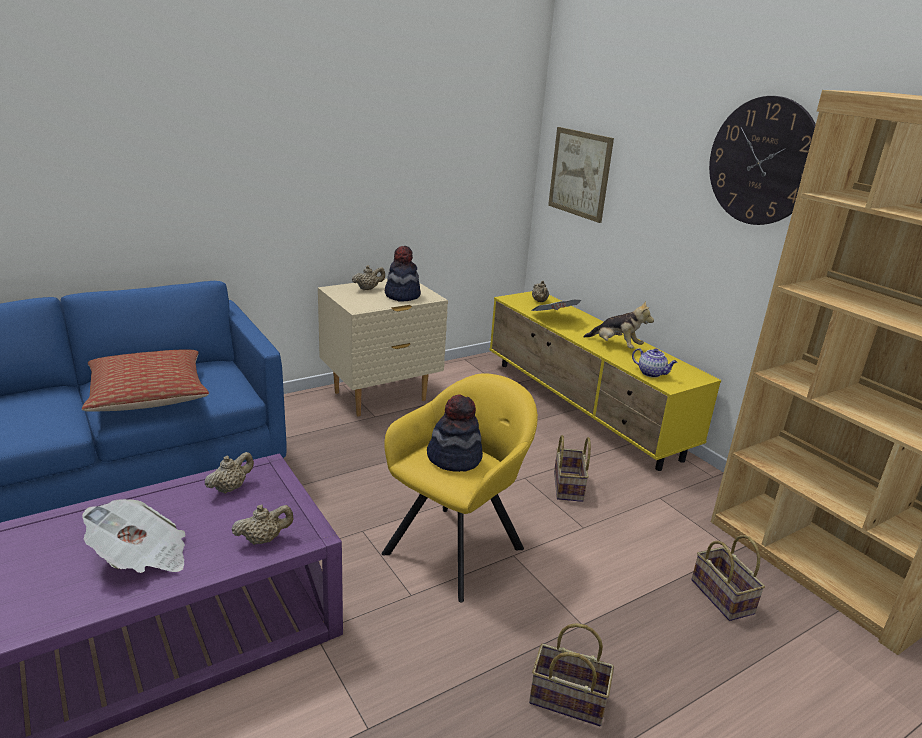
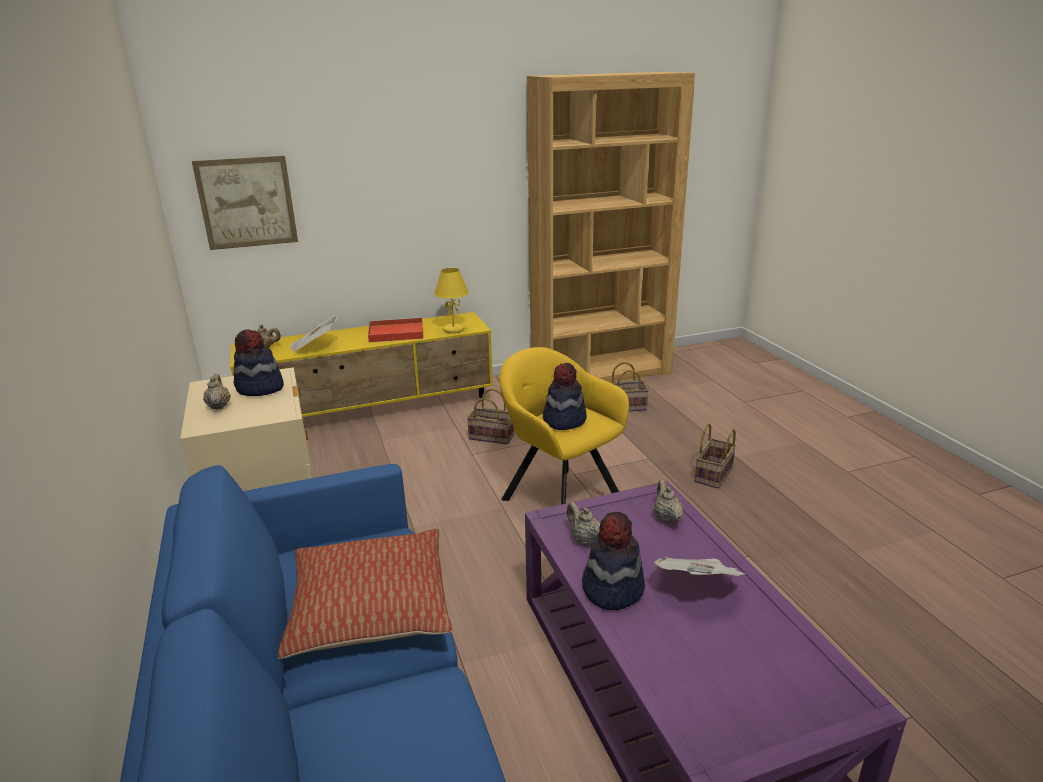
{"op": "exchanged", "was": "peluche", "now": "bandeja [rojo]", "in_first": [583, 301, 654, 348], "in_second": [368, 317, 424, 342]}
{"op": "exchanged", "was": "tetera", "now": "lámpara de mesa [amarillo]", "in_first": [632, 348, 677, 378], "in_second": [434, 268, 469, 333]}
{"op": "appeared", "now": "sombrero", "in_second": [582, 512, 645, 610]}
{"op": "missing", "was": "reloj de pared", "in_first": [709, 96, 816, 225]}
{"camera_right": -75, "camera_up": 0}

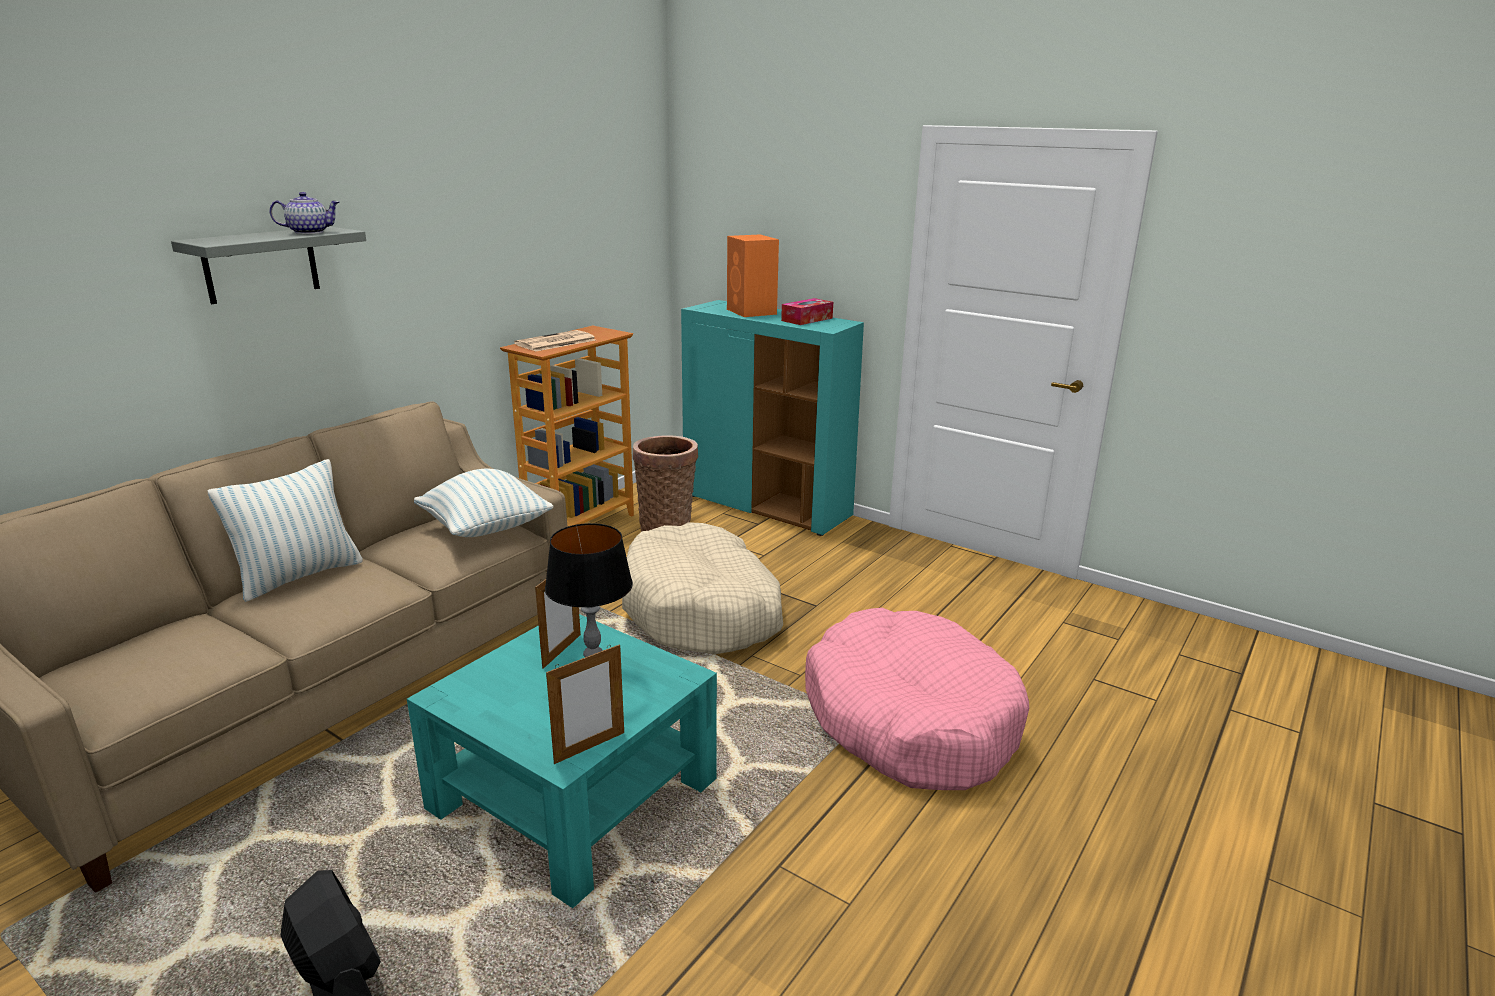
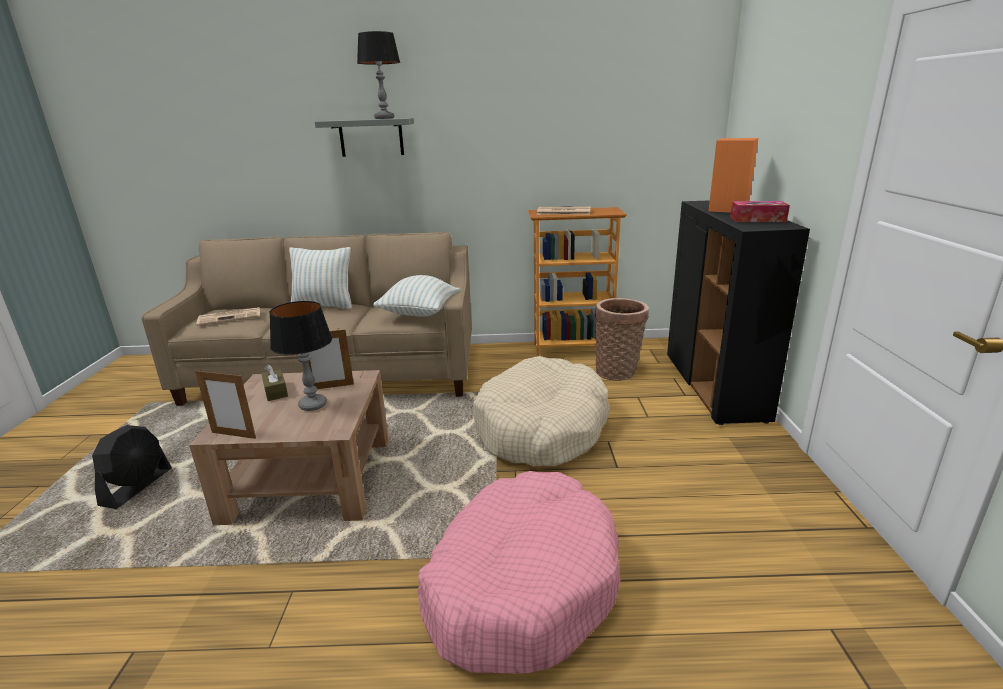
{"op": "colour", "was": "mesa de centro [turquesa]", "now": "mesa de centro [marrón]", "in_first": [407, 614, 717, 908], "in_second": [189, 370, 389, 525]}
{"op": "appeared", "now": "periódico", "in_second": [197, 307, 260, 326]}
{"op": "appeared", "now": "caja de pañuelos [marrón]", "in_second": [261, 364, 288, 401]}
{"op": "exchanged", "was": "tetera", "now": "lámpara de mesa", "in_first": [269, 192, 340, 234], "in_second": [357, 31, 400, 119]}
{"op": "colour", "was": "armario [turquesa]", "now": "armario [negro]", "in_first": [681, 300, 864, 536], "in_second": [667, 200, 810, 425]}
{"camera_right": 55, "camera_up": 0}

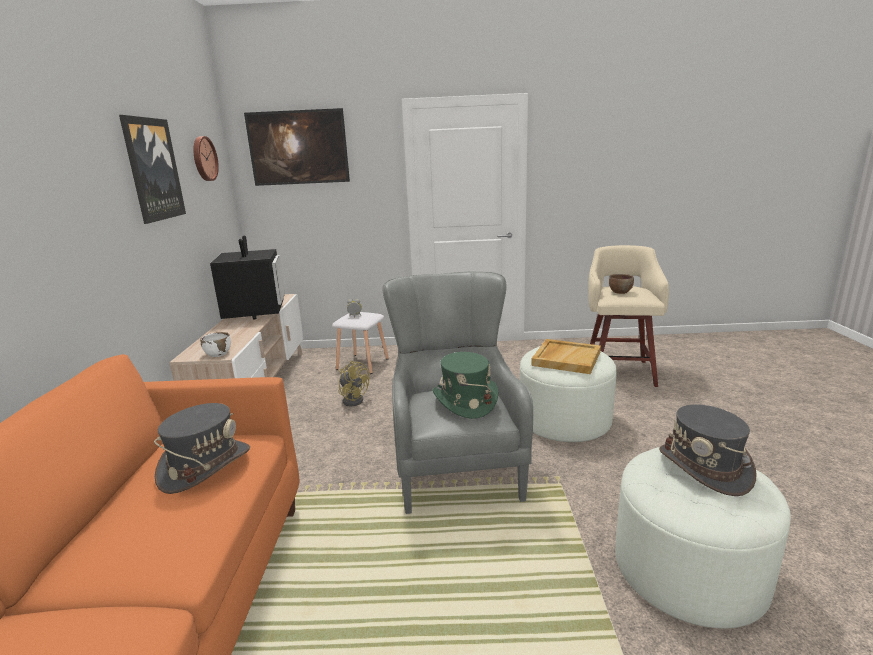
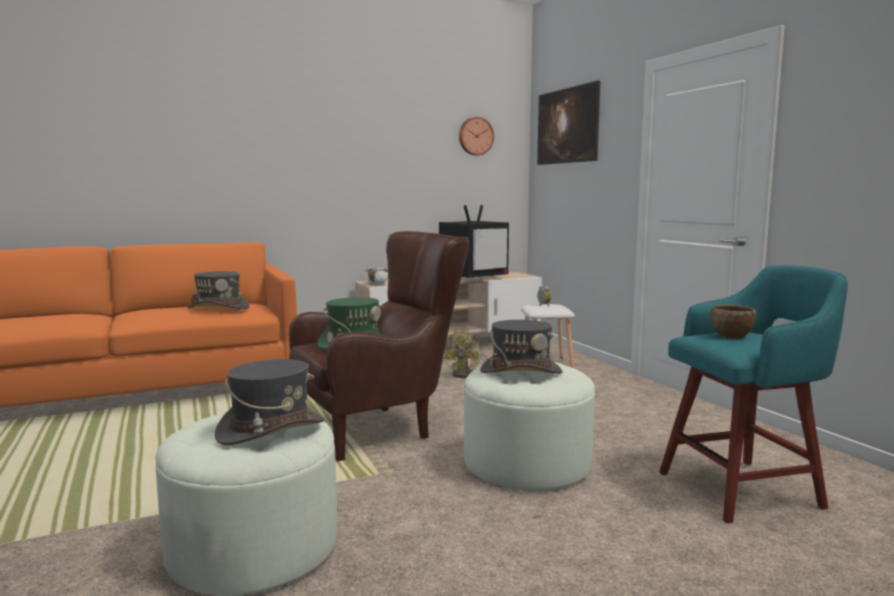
{"op": "colour", "was": "sillón [gris]", "now": "sillón [marrón]", "in_first": [382, 271, 533, 514], "in_second": [289, 231, 469, 461]}
{"op": "exchanged", "was": "bandeja [beis]", "now": "sombrero [gris]", "in_first": [531, 339, 601, 374], "in_second": [480, 320, 562, 374]}
{"op": "colour", "was": "taburete [beis]", "now": "taburete [turquesa]", "in_first": [588, 245, 669, 387], "in_second": [659, 265, 848, 524]}
{"op": "missing", "was": "cuadro", "in_first": [119, 115, 186, 224]}
{"camera_right": 65, "camera_up": -10}

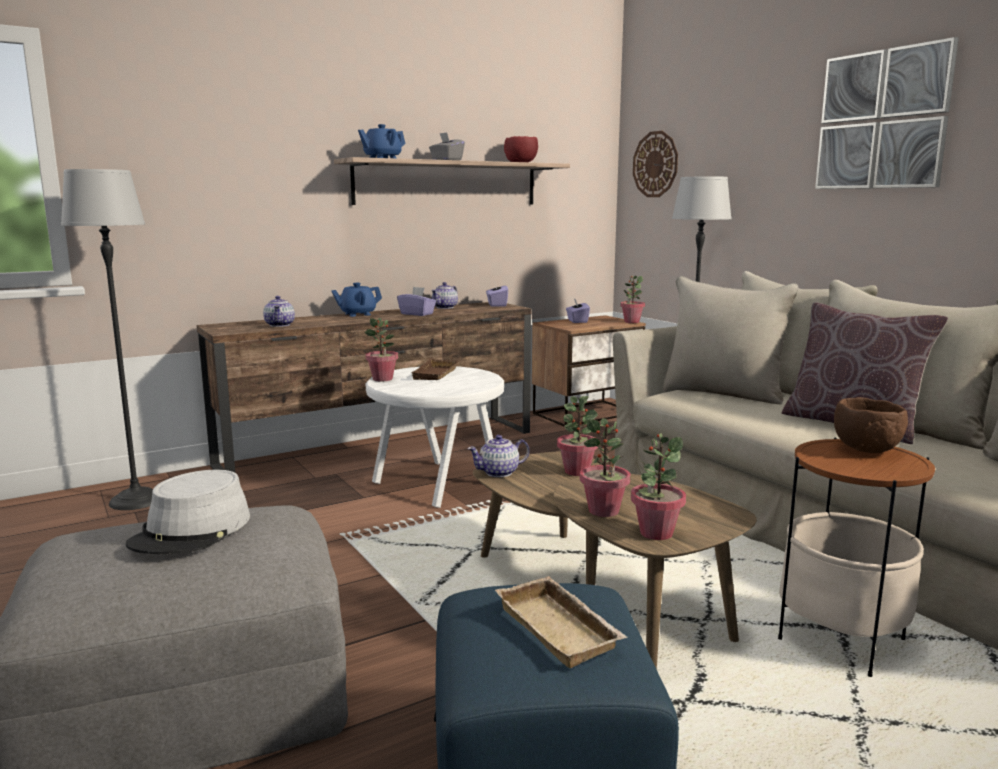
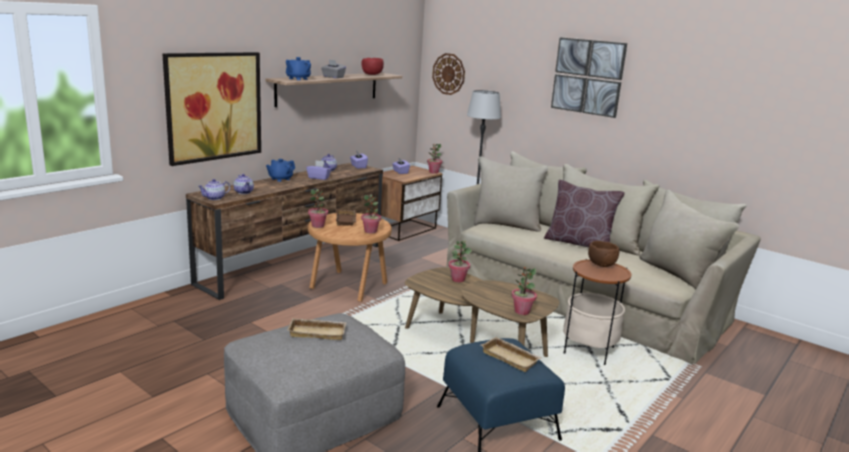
{"op": "appeared", "now": "cuadro", "in_second": [163, 52, 261, 166]}
{"op": "relocated", "was": "tetera", "in_first": [467, 435, 530, 477], "in_second": [198, 179, 230, 200]}
{"op": "exchanged", "was": "sombrero [gris]", "now": "bandeja [beis]", "in_first": [126, 470, 250, 554], "in_second": [287, 318, 347, 340]}
{"op": "colour", "was": "mesa auxiliar [blanco]", "now": "mesa auxiliar [marrón]", "in_first": [366, 366, 504, 508], "in_second": [308, 213, 392, 302]}
{"op": "relocated", "was": "planta en maceta", "in_first": [580, 418, 631, 517], "in_second": [361, 194, 381, 234]}
{"op": "missing", "was": "lámpara de pie", "in_first": [61, 169, 153, 510]}
{"camera_right": -20, "camera_up": 5}

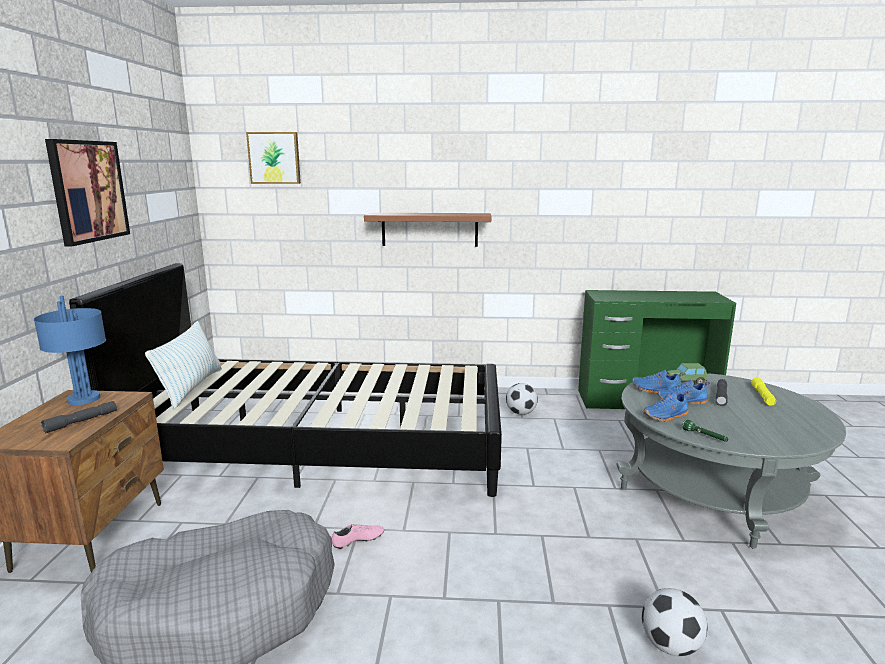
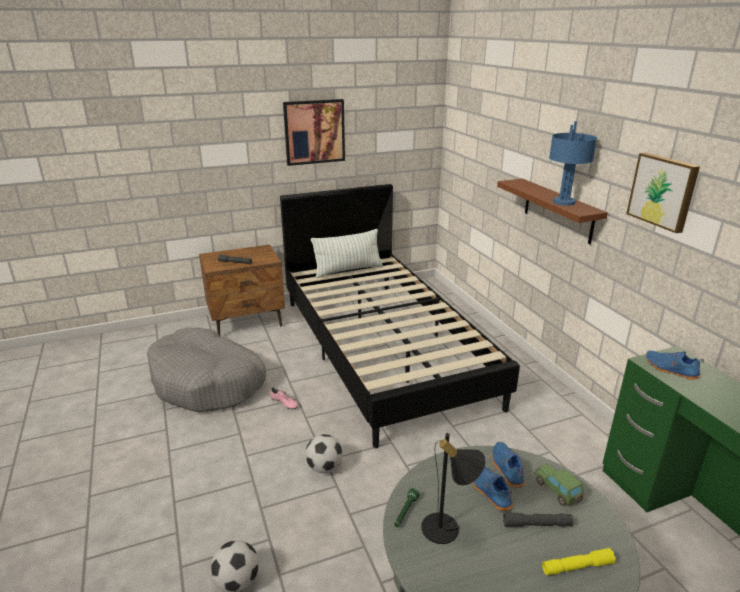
{"op": "relocated", "was": "balón de fútbol", "in_first": [506, 383, 538, 415], "in_second": [305, 434, 343, 473]}
{"op": "appeared", "now": "lámpara de mesa [negro]", "in_second": [421, 433, 486, 544]}
{"op": "relocated", "was": "lámpara de mesa [azul]", "in_first": [34, 296, 106, 405], "in_second": [549, 121, 597, 206]}
{"op": "relocated", "was": "cuadro", "in_first": [246, 132, 301, 184], "in_second": [626, 153, 700, 233]}
{"op": "relocated", "was": "zapato [azul]", "in_first": [643, 391, 688, 422], "in_second": [646, 350, 704, 380]}
{"camera_right": 65, "camera_up": 10}

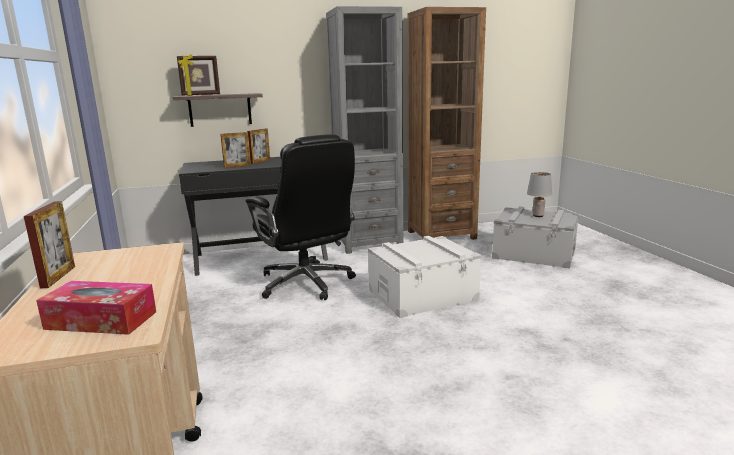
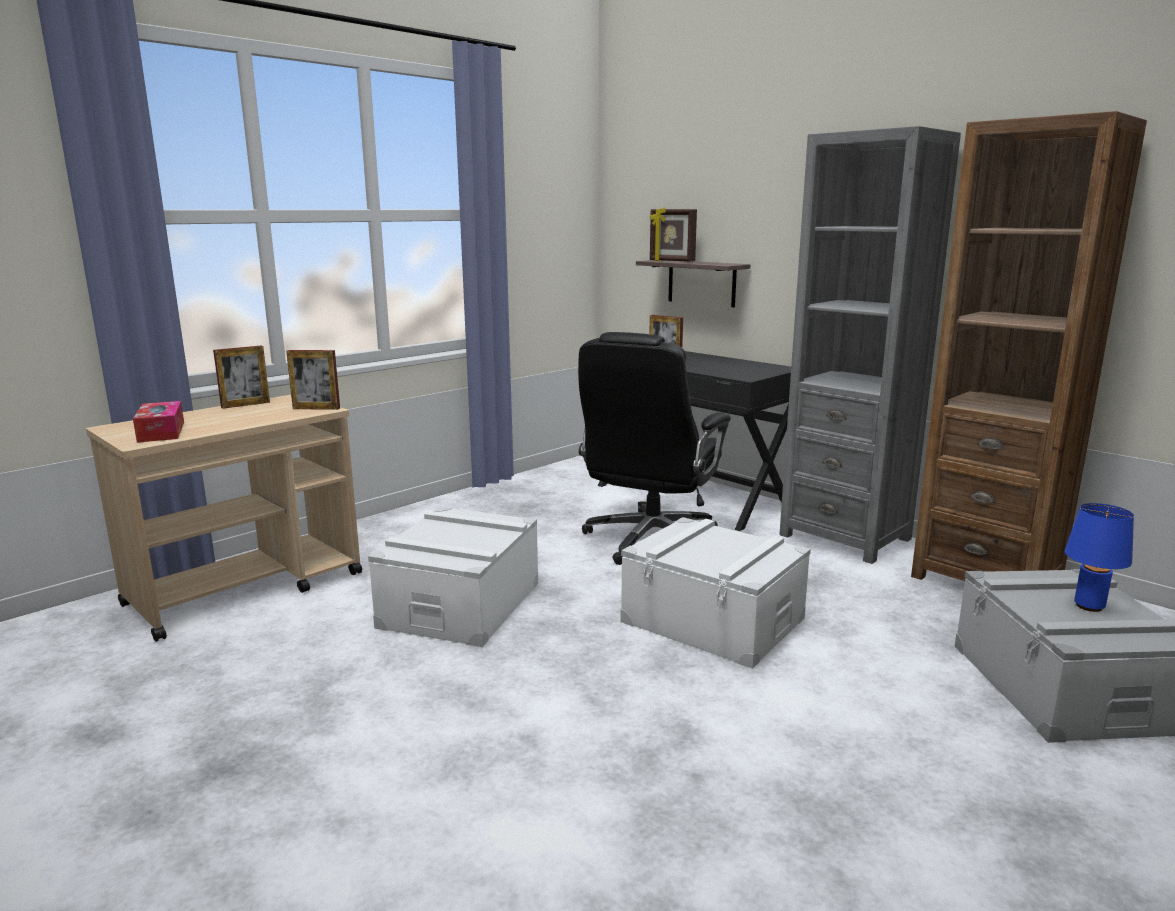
{"op": "relocated", "was": "portarretratos", "in_first": [247, 129, 270, 164], "in_second": [286, 350, 340, 410]}
{"op": "appeared", "now": "caja de almacenaje [blanco]", "in_second": [368, 506, 538, 647]}
{"op": "colour", "was": "lámpara de mesa [gris]", "now": "lámpara de mesa [azul]", "in_first": [527, 172, 552, 217], "in_second": [1065, 503, 1134, 612]}
{"camera_right": 60, "camera_up": 0}

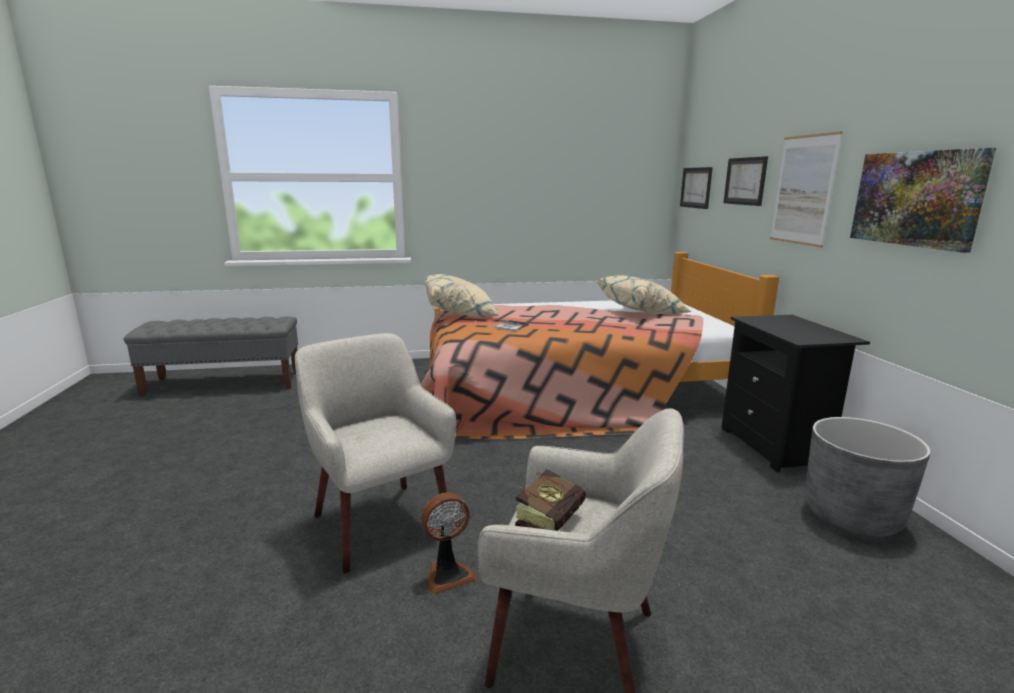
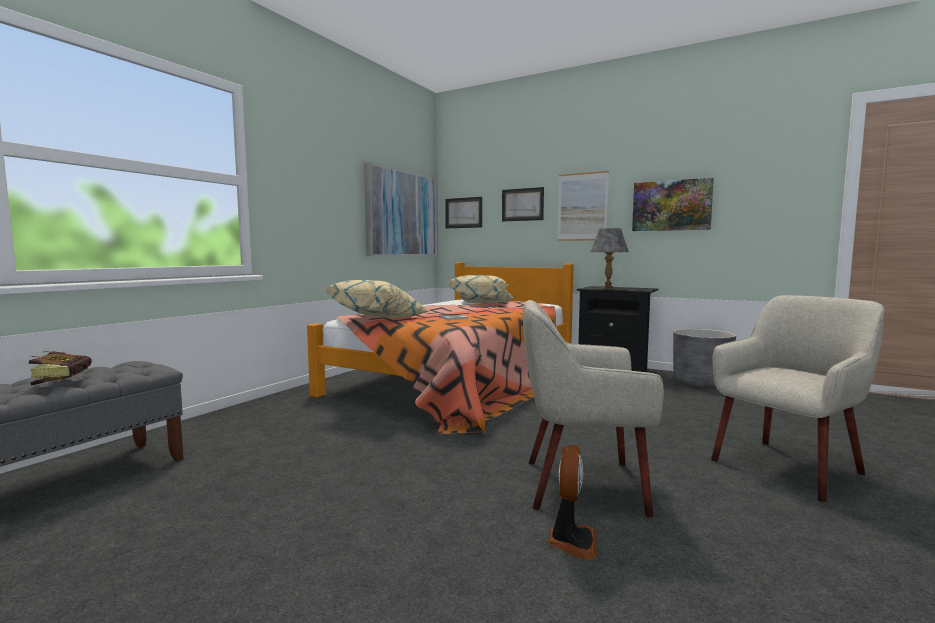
{"op": "relocated", "was": "libro", "in_first": [515, 469, 586, 531], "in_second": [29, 351, 91, 385]}
{"op": "appeared", "now": "cuadro", "in_second": [364, 162, 438, 256]}
{"op": "relocated", "was": "ventilador", "in_first": [421, 492, 477, 594], "in_second": [548, 445, 597, 560]}
{"op": "appeared", "now": "lámpara de mesa [gris]", "in_second": [591, 228, 629, 289]}
{"camera_right": -50, "camera_up": -10}

